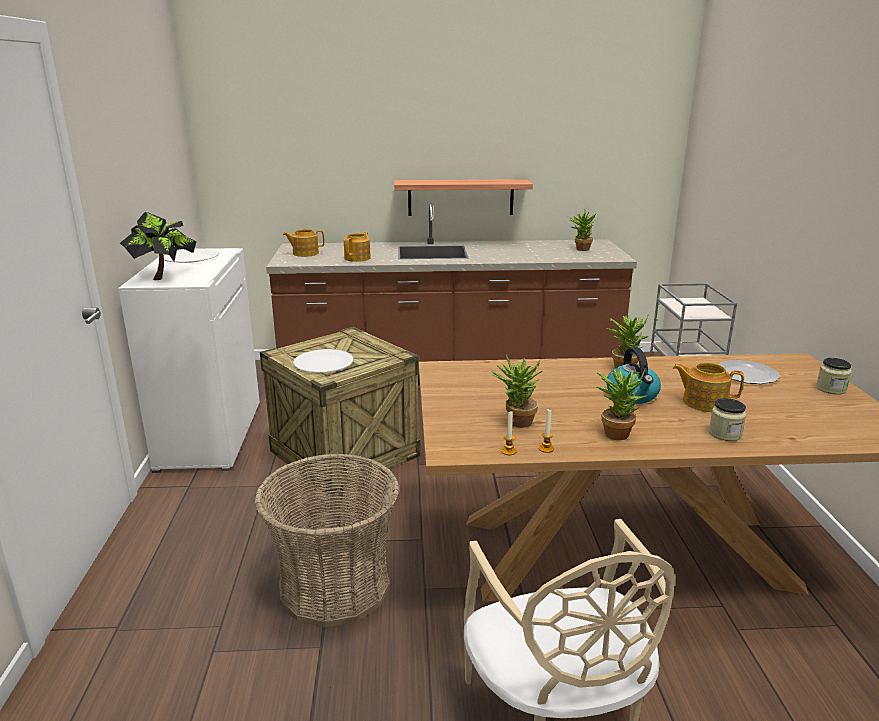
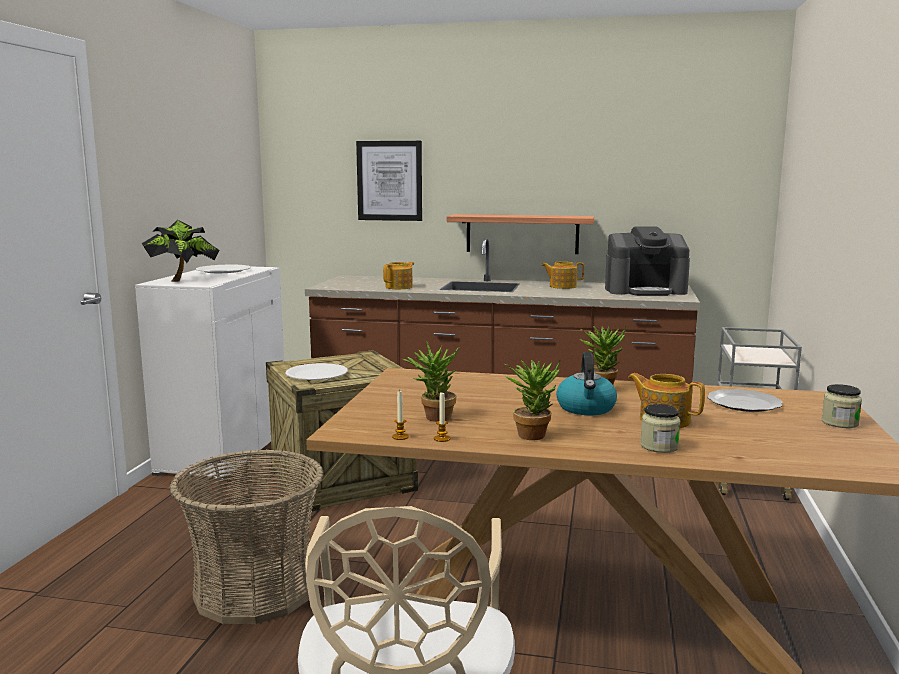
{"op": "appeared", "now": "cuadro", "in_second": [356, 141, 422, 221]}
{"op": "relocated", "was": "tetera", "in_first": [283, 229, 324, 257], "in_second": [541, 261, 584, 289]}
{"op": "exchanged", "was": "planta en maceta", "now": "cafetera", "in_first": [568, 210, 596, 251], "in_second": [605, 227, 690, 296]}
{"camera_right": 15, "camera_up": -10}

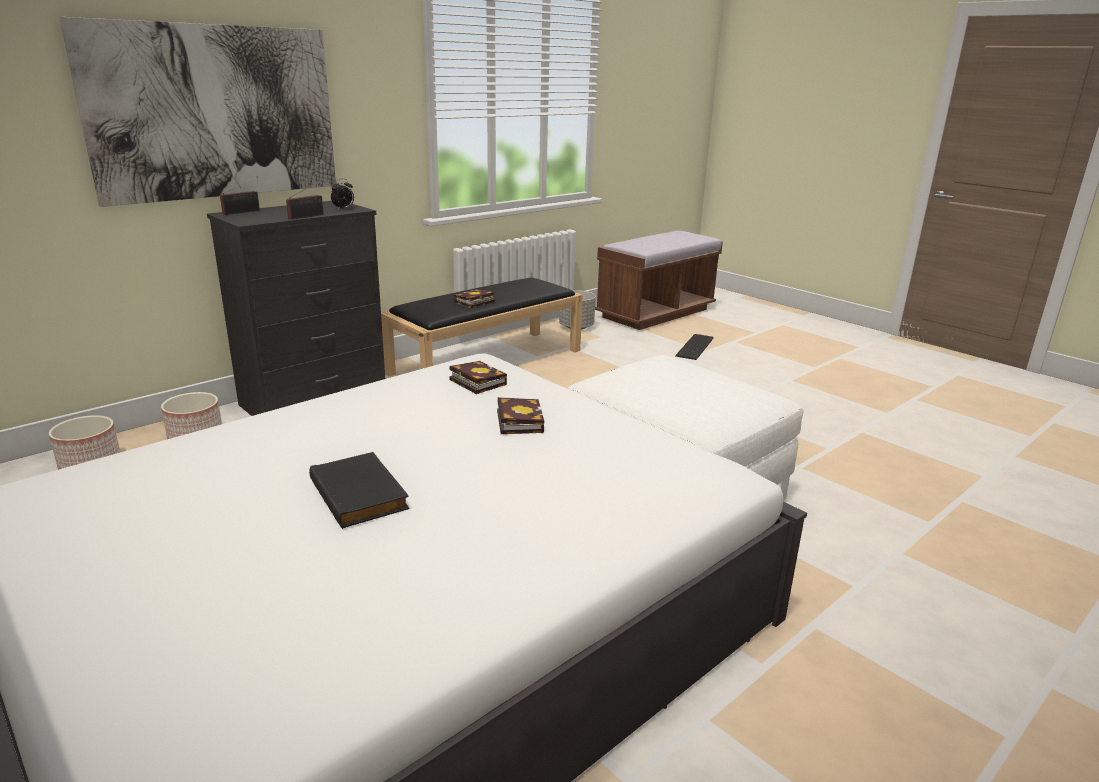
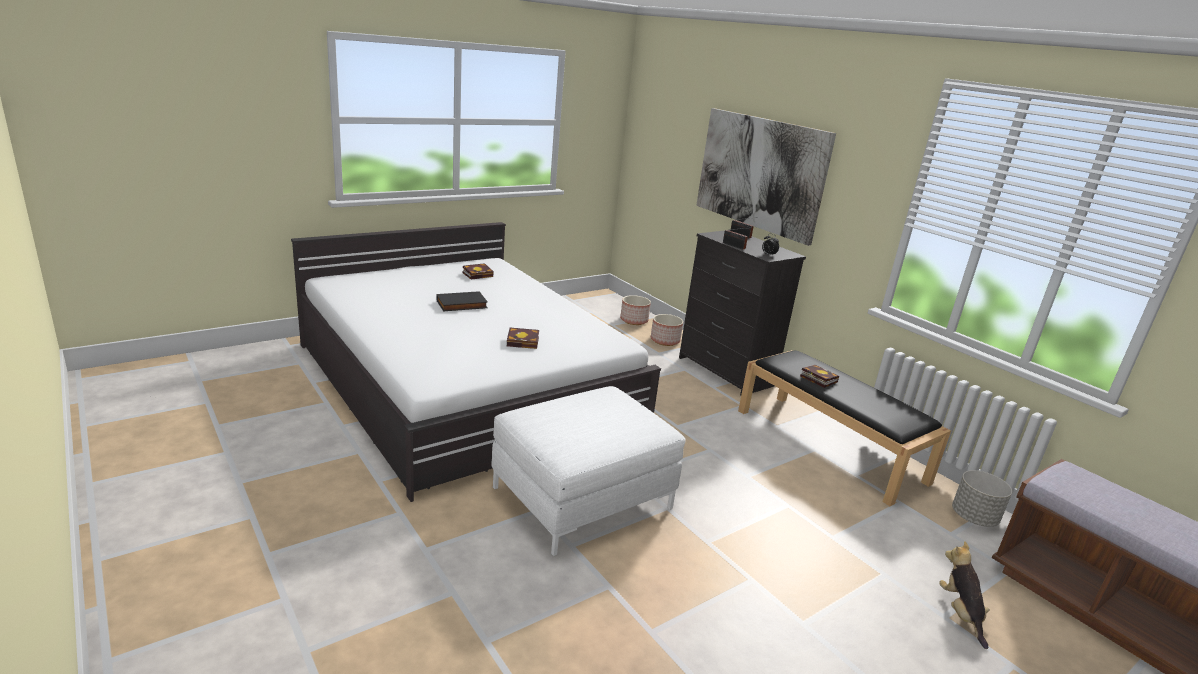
{"op": "relocated", "was": "libro", "in_first": [449, 361, 507, 394], "in_second": [463, 263, 494, 279]}
{"op": "exchanged", "was": "teclado", "now": "peluche", "in_first": [675, 334, 714, 360], "in_second": [939, 541, 989, 649]}
{"camera_right": 95, "camera_up": 0}

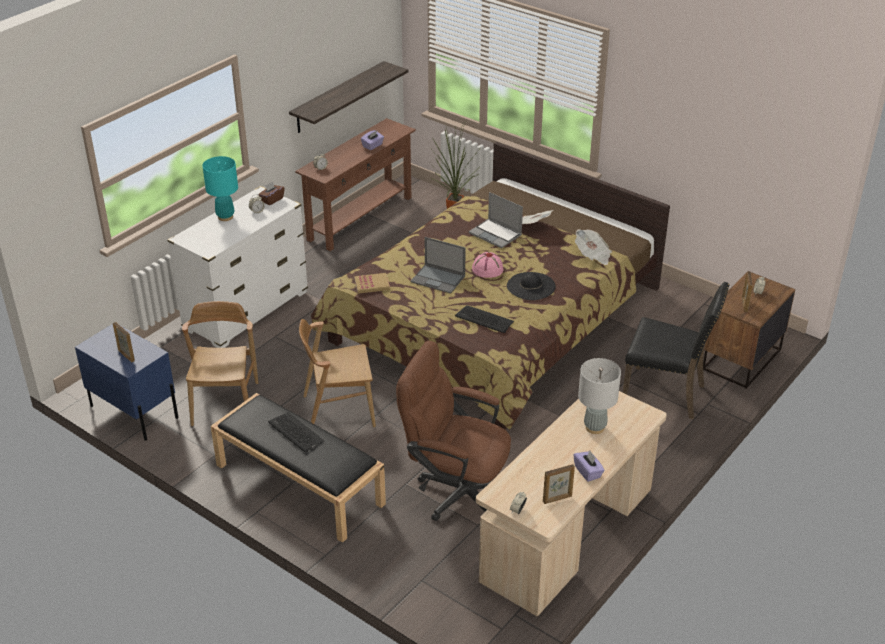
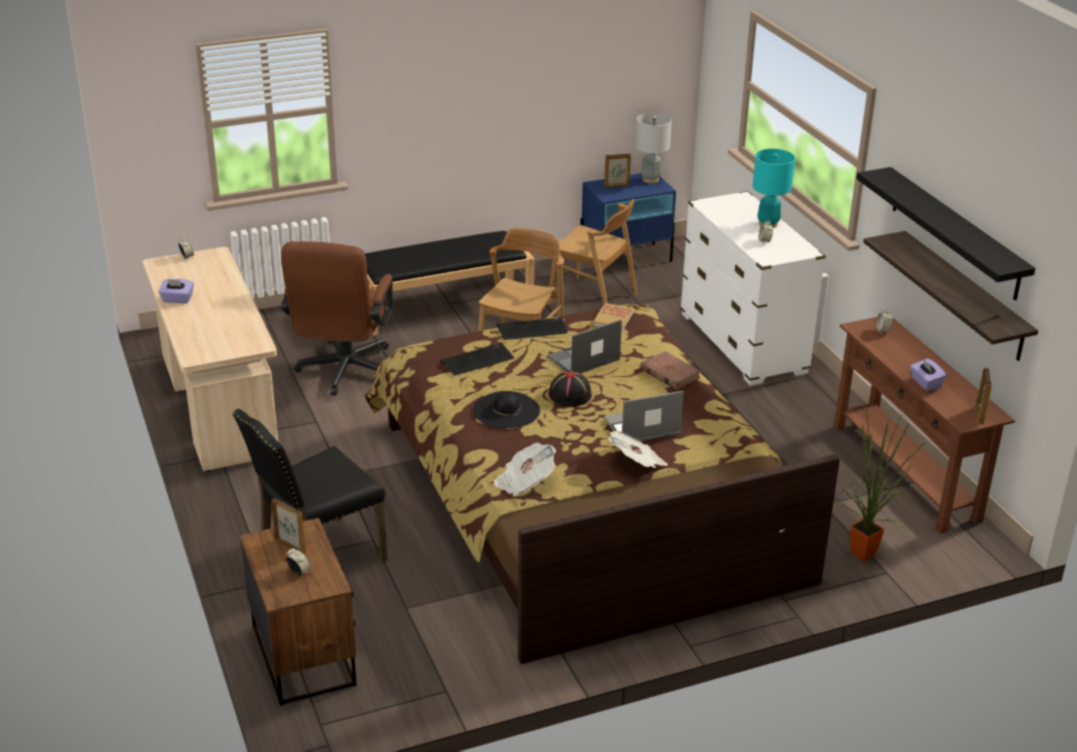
{"op": "spun", "was": "silla de oficina [marrón]", "in_first": [396, 341, 511, 521], "in_second": [281, 241, 393, 395], "clockwise": 135}
{"op": "relocated", "was": "teclado", "in_first": [268, 412, 324, 453], "in_second": [497, 318, 568, 340]}
{"op": "colour", "was": "sombrero [rosa]", "now": "sombrero [negro]", "in_first": [472, 252, 503, 278], "in_second": [549, 370, 592, 407]}
{"op": "relocated", "was": "lámpara de mesa [gris]", "in_first": [578, 358, 621, 434], "in_second": [635, 112, 672, 183]}
{"op": "appeared", "now": "libro [marrón]", "in_second": [640, 351, 701, 390]}
{"op": "appeared", "now": "estante [negro]", "in_second": [856, 167, 1035, 301]}
{"op": "relocated", "was": "portarretratos", "in_first": [543, 464, 575, 504], "in_second": [976, 368, 992, 424]}
{"op": "missing", "was": "caja de pañuelos [marrón]", "in_first": [258, 182, 285, 205]}
{"camera_right": 120, "camera_up": -5}

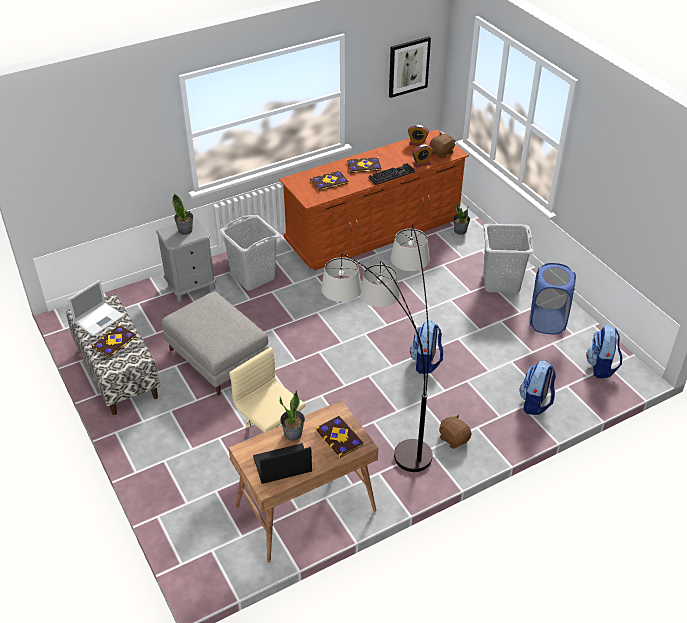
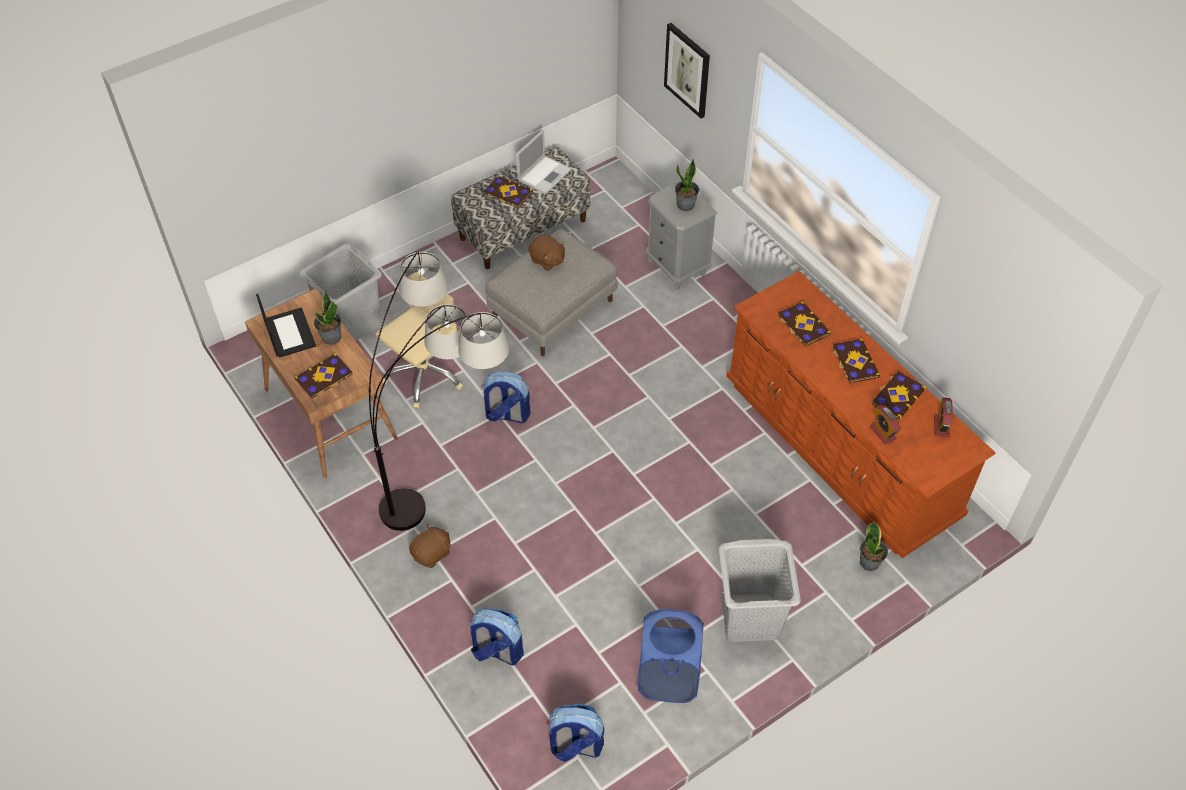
{"op": "relocated", "was": "cesto de la ropa [gris]", "in_first": [219, 215, 280, 291], "in_second": [299, 244, 382, 341]}
{"op": "relocated", "was": "mochila", "in_first": [410, 321, 443, 374], "in_second": [481, 371, 531, 423]}
{"op": "spun", "was": "portátil", "in_first": [68, 280, 124, 336], "in_second": [516, 130, 572, 194], "clockwise": -90}
{"op": "relocated", "was": "peluche [marrón]", "in_first": [429, 133, 456, 159], "in_second": [528, 234, 565, 271]}
{"op": "relocated", "was": "cuadro", "in_first": [389, 36, 431, 98], "in_second": [664, 23, 710, 118]}
{"op": "appeared", "now": "libro", "in_second": [872, 371, 926, 420]}
{"op": "missing", "was": "teclado", "in_first": [368, 163, 415, 185]}
{"camera_right": 85, "camera_up": 10}

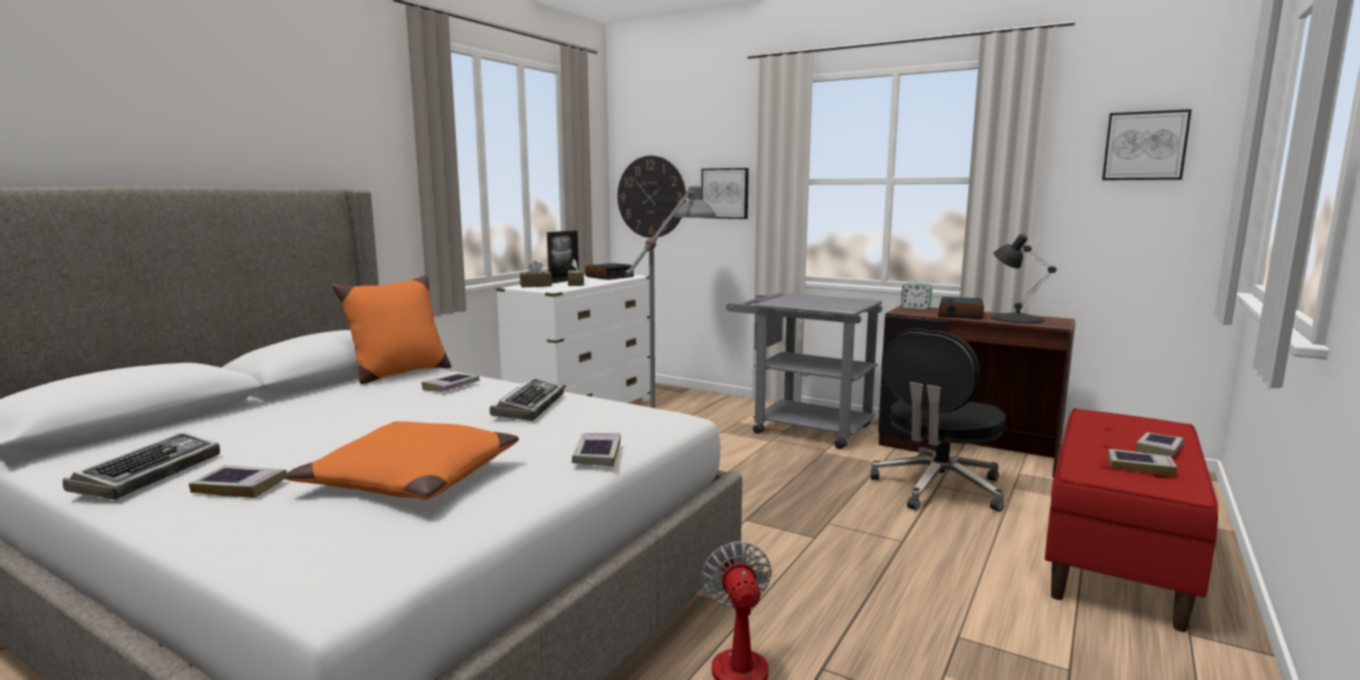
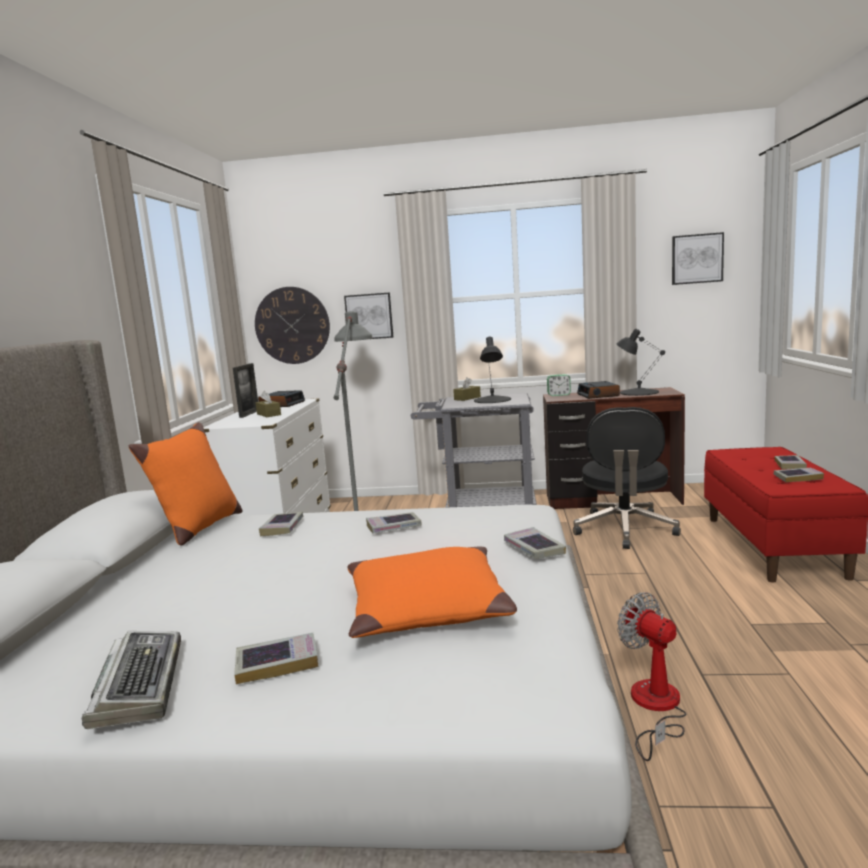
{"op": "exchanged", "was": "teclado", "now": "libro", "in_first": [490, 378, 564, 421], "in_second": [366, 512, 422, 534]}
{"op": "relocated", "was": "caja de pañuelos [marrón]", "in_first": [520, 260, 552, 287], "in_second": [453, 377, 481, 401]}
{"op": "appeared", "now": "lámpara de mesa [negro]", "in_second": [474, 336, 511, 403]}
{"camera_right": -25, "camera_up": 0}

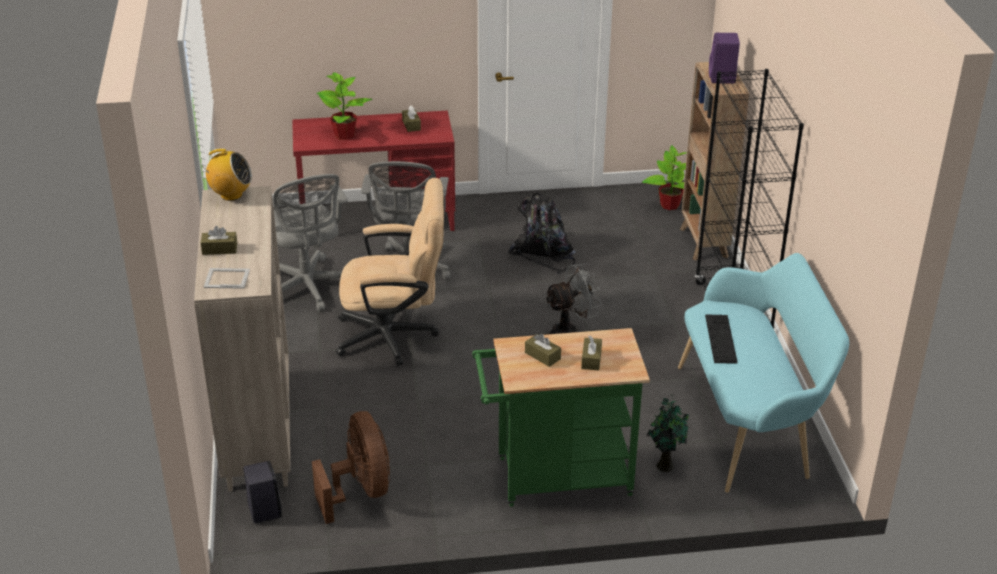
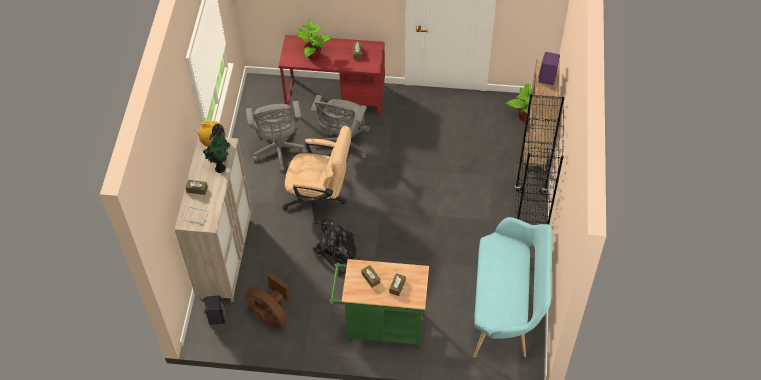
{"op": "relocated", "was": "planta en maceta", "in_first": [647, 394, 689, 472], "in_second": [203, 131, 230, 173]}
{"op": "spun", "was": "ventilador [marrón]", "in_first": [312, 411, 390, 524], "in_second": [245, 272, 291, 328], "clockwise": 135}
{"op": "relocated", "was": "mochila [negro]", "in_first": [508, 193, 576, 274], "in_second": [313, 220, 356, 276]}
{"op": "missing", "was": "ventilador [gris]", "in_first": [545, 264, 602, 335]}
{"op": "missing", "was": "teclado", "in_first": [705, 315, 738, 363]}
{"camera_right": 15, "camera_up": 20}

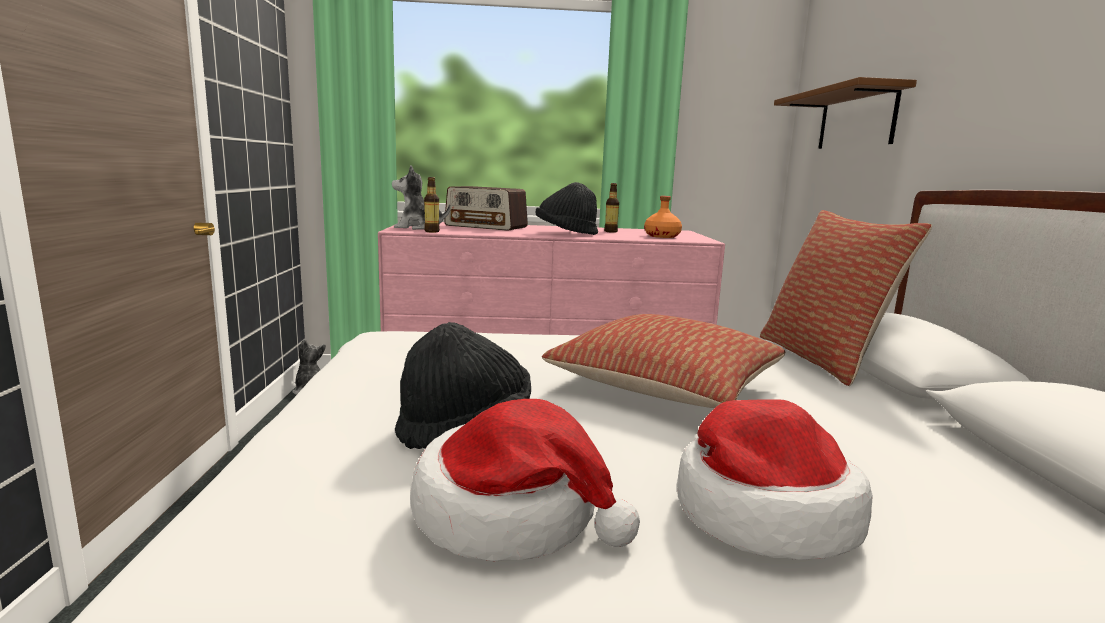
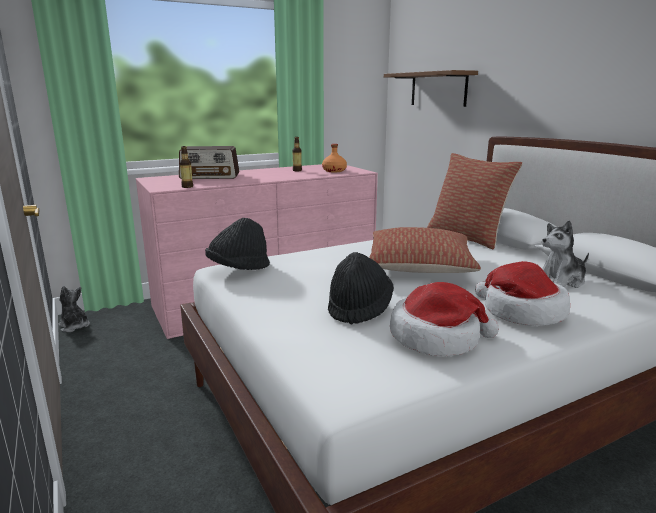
{"op": "relocated", "was": "sombrero [negro]", "in_first": [536, 182, 598, 235], "in_second": [205, 218, 270, 270]}
{"op": "relocated", "was": "peluche", "in_first": [392, 165, 450, 230], "in_second": [542, 220, 589, 288]}
{"camera_right": -25, "camera_up": 5}

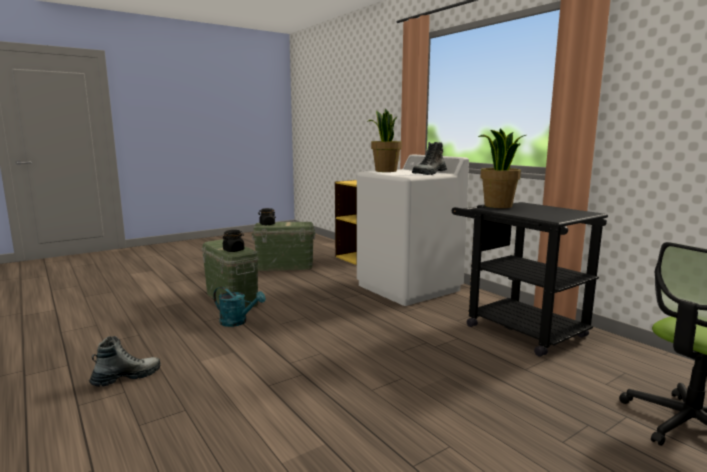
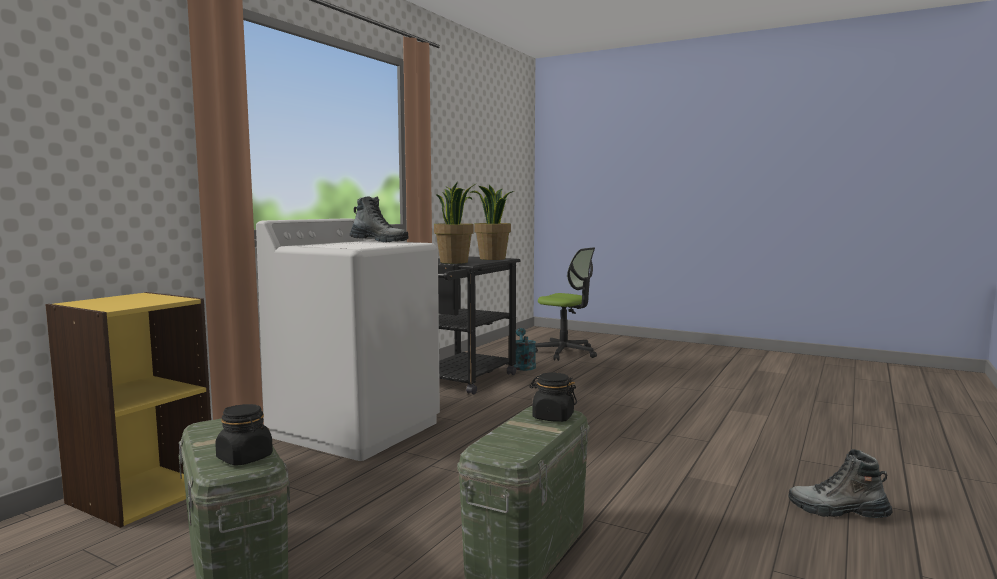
{"op": "relocated", "was": "planta en maceta", "in_first": [367, 108, 402, 172], "in_second": [469, 185, 514, 260]}
{"op": "relocated", "was": "regadera [turquesa]", "in_first": [213, 287, 266, 327], "in_second": [514, 328, 536, 371]}
{"camera_right": -115, "camera_up": -5}

